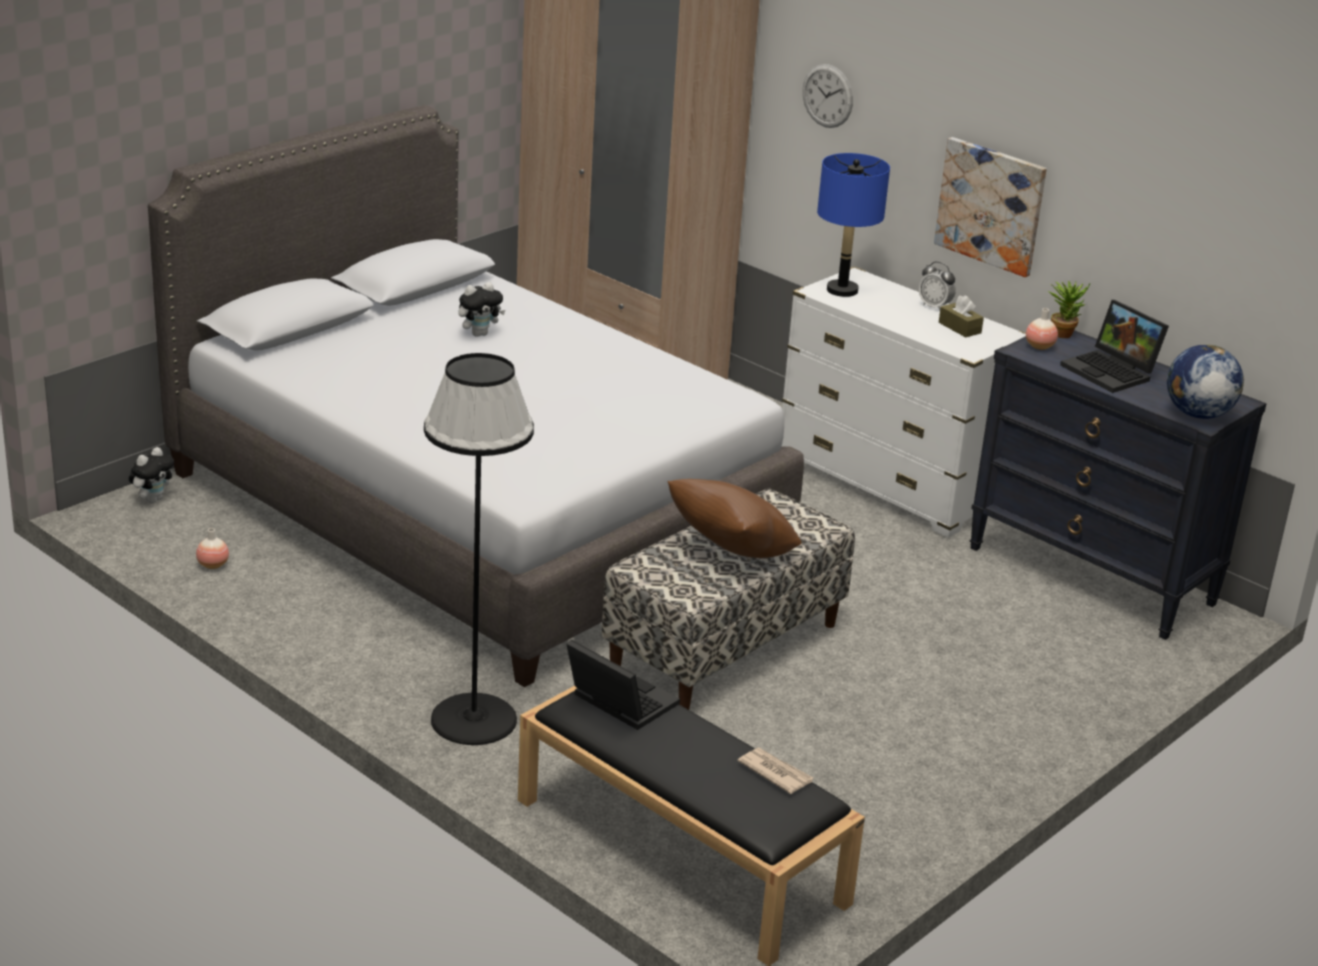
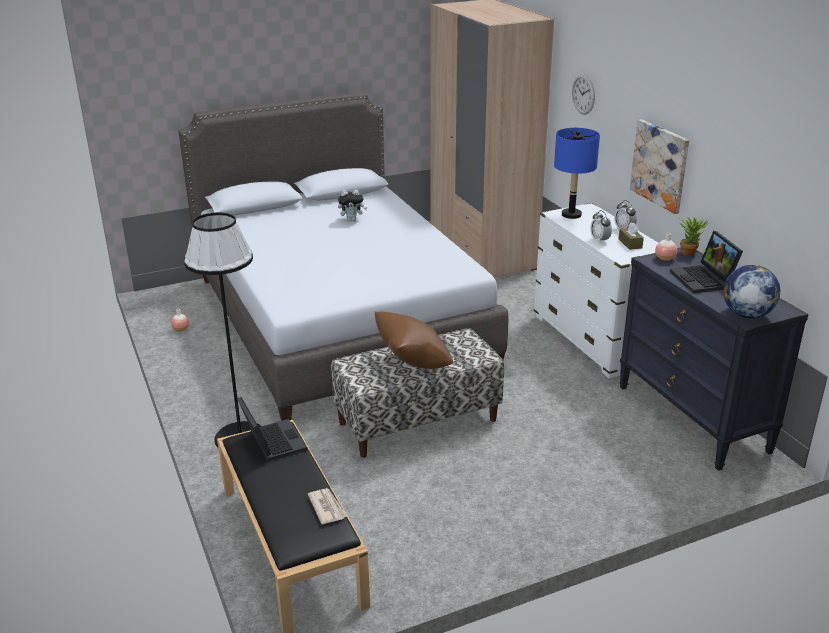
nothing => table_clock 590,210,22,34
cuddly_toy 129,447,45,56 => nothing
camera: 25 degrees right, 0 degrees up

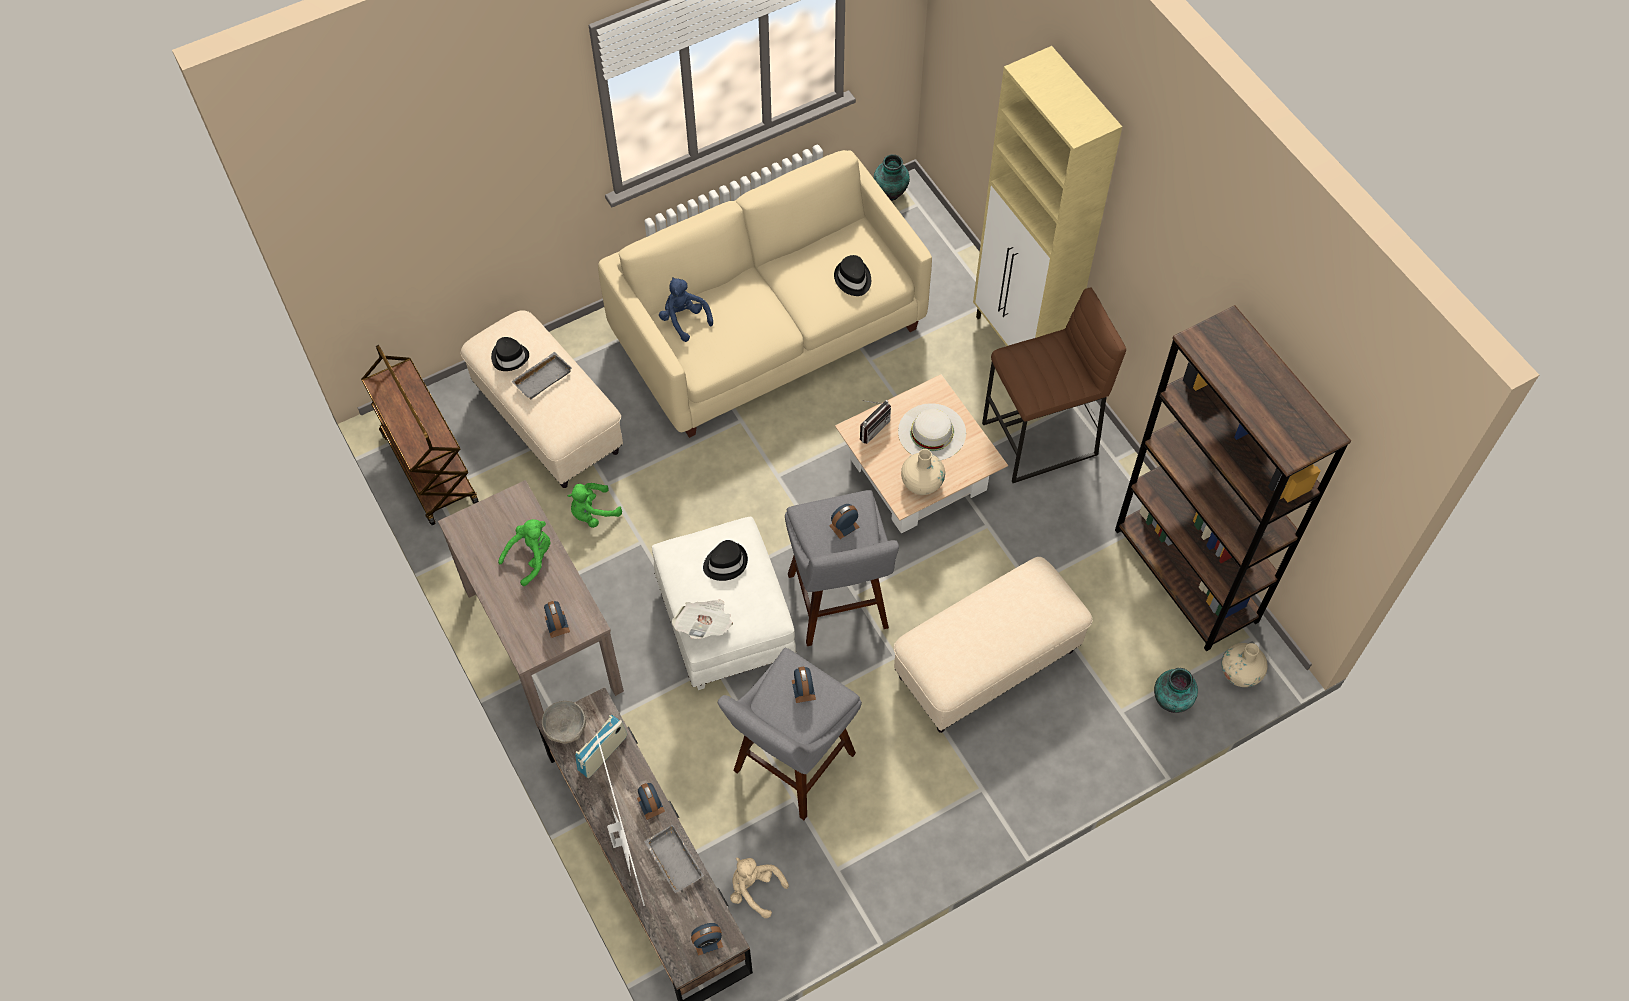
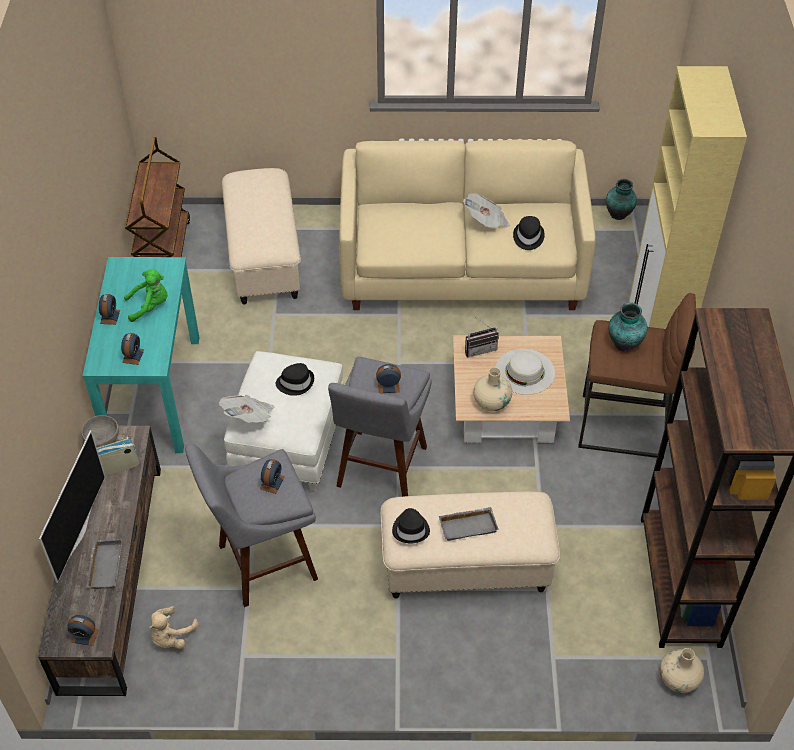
brownish_console_table 438,480,186,247 => turquoise_console_table 82,257,118,196
table_clock 637,783,28,37 => table_clock 99,294,21,31, move
sand-coloured_cuddly_toy 730,857,59,61 => sand-coloured_cuddly_toy 149,606,50,43, 120 degrees counterclockwise
blackish_clothing_hat 491,337,38,34 => blackish_clothing_hat 392,508,38,35, move
gray_tray 511,352,61,47 => gray_tray 439,507,60,34, move
nothing => daily_paper 463,193,47,36
flower_vase 1154,668,44,45 => flower_vase 608,303,39,48, move
greenish_cuddly_toy 568,483,54,45 => nothing
blue-coloured_cuddly_toy 659,277,54,65 => nothing
camera: 30 degrees right, 10 degrees down

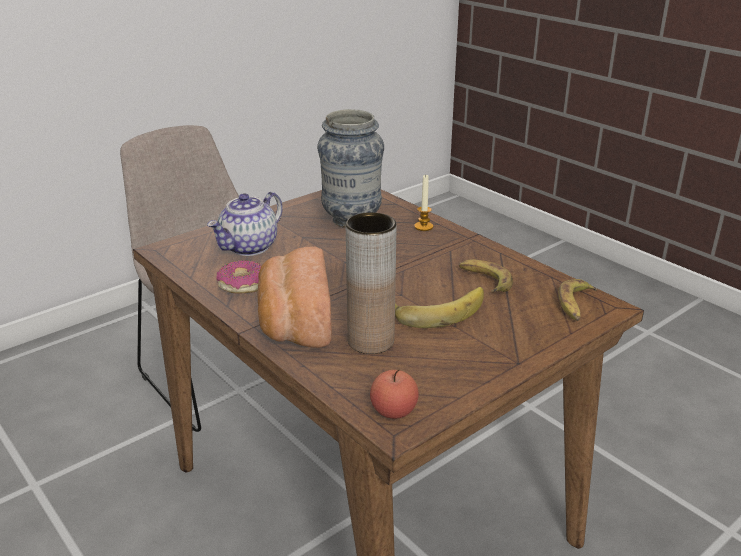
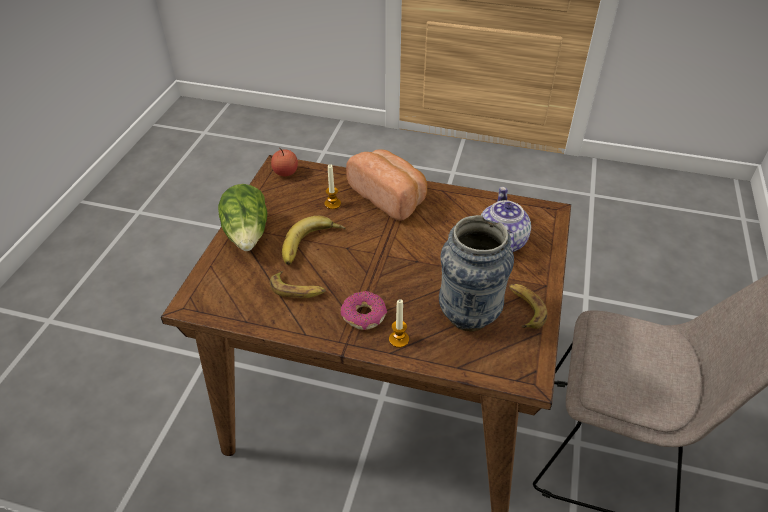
nothing => lettuce_head 218,184,49,67
brownish_flower_vase 346,212,51,142 => wax_candle 325,164,16,45
doughnut 216,260,46,34 => doughnut 341,291,46,39, move
whole_banana 558,279,39,42 => whole_banana 509,284,39,45, move
camera: 145 degrees right, 15 degrees up

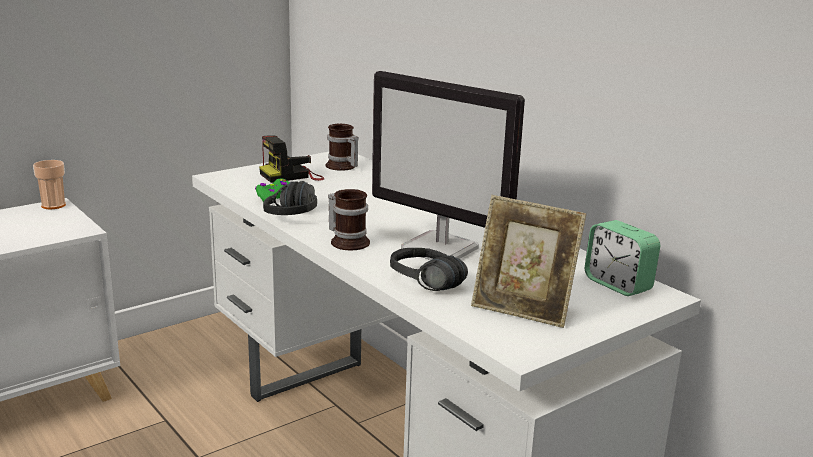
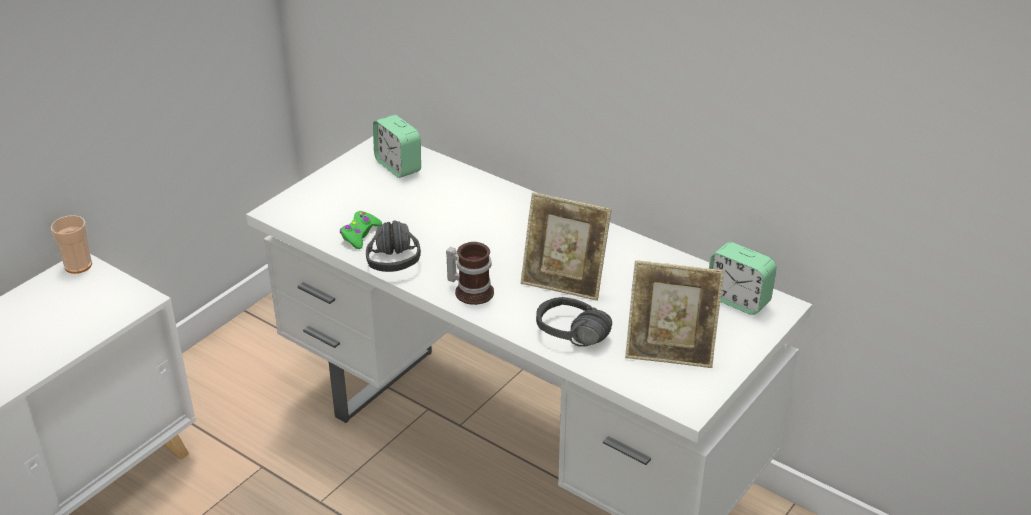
coffee_mug 326,124,33,47 => table_clock 373,115,48,63
monitor 372,71,153,189 => standing_frame 521,192,91,109
still_camera 259,135,65,48 => nothing
camera: 15 degrees left, 15 degrees up

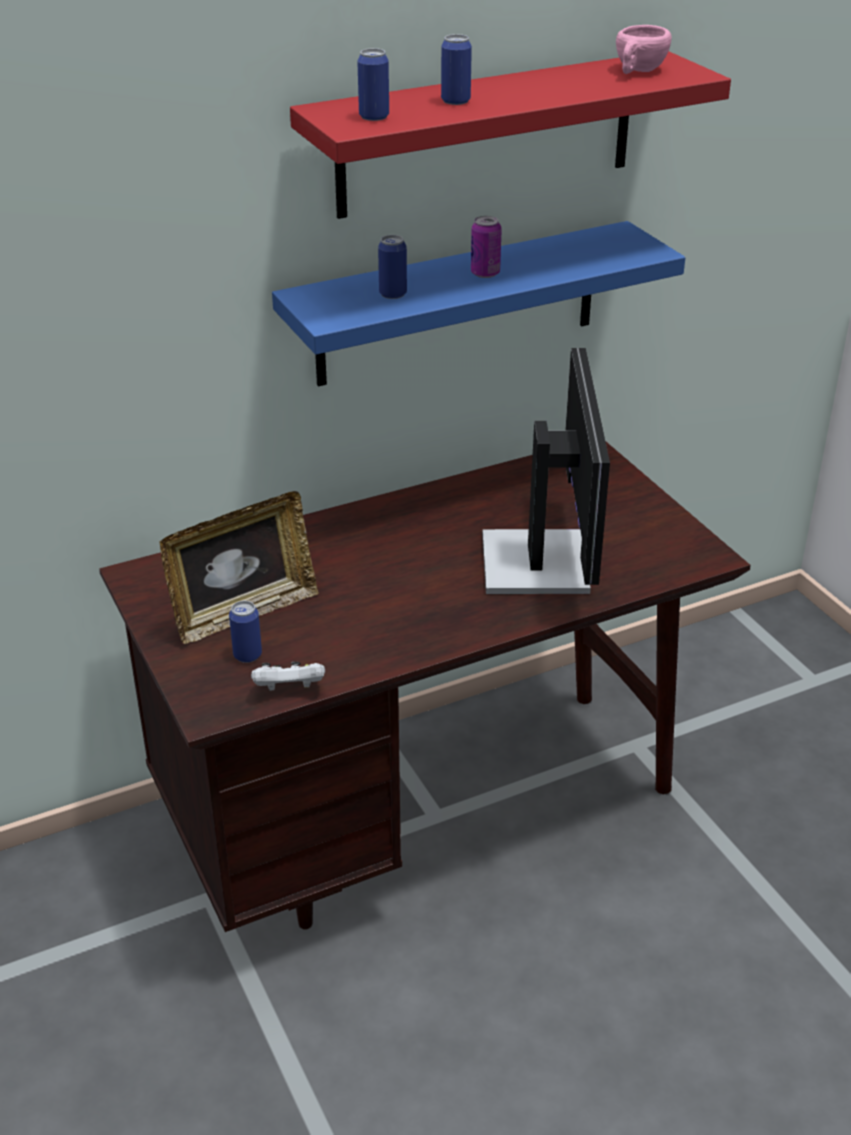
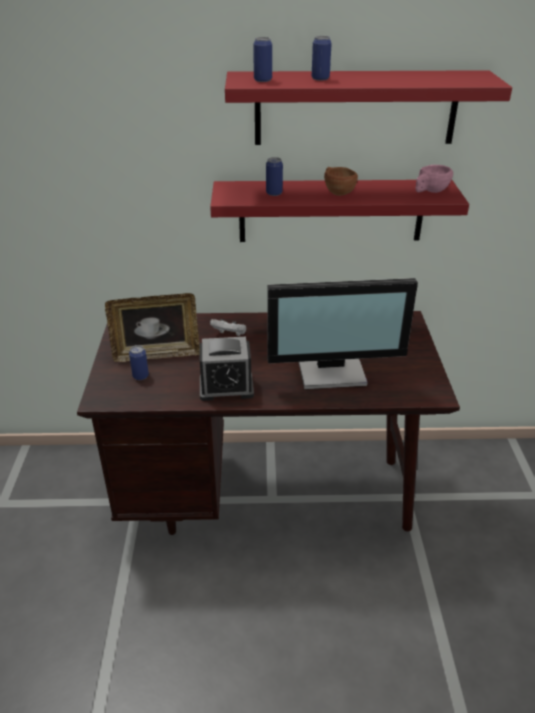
nothing => table_clock 199,337,55,64
blue-coloured_wall_shelf 272,221,413,165 => reddish_wall_shelf 210,180,259,62
whitish_gamepad 251,662,74,29 => whitish_gamepad 210,319,36,17, move
monitor 482,348,128,246 => monitor 267,278,151,111, 60 degrees clockwise
metal_can 471,216,31,62 => brownish_drinking_cup 324,167,34,29
pink-coloured_drinking_cup 616,25,56,49 => pink-coloured_drinking_cup 416,165,37,28, move
camera: 25 degrees right, 0 degrees up

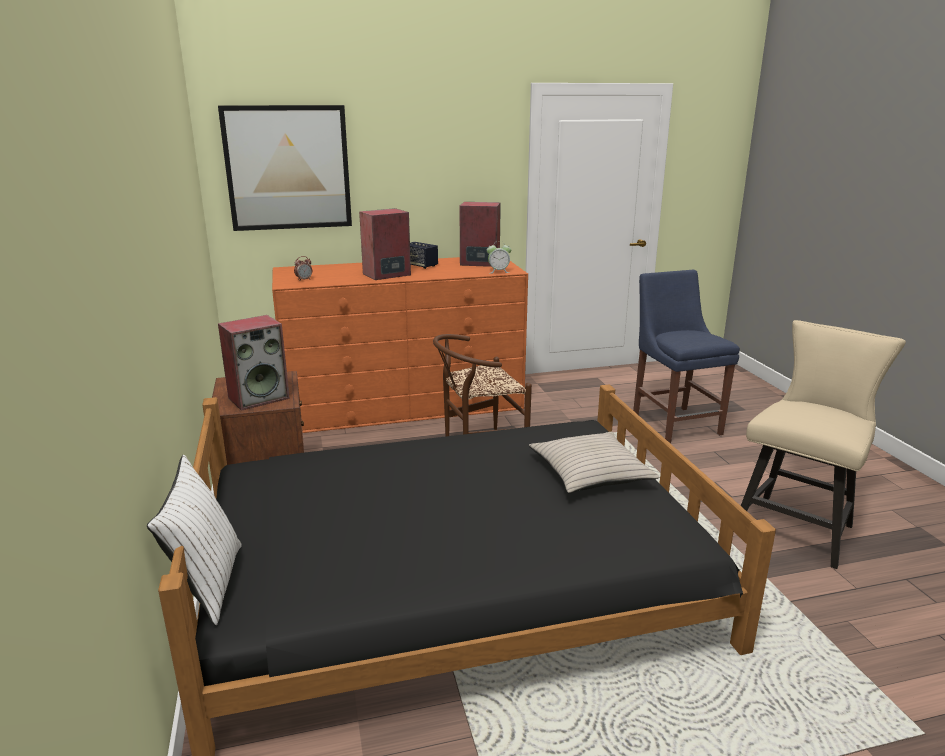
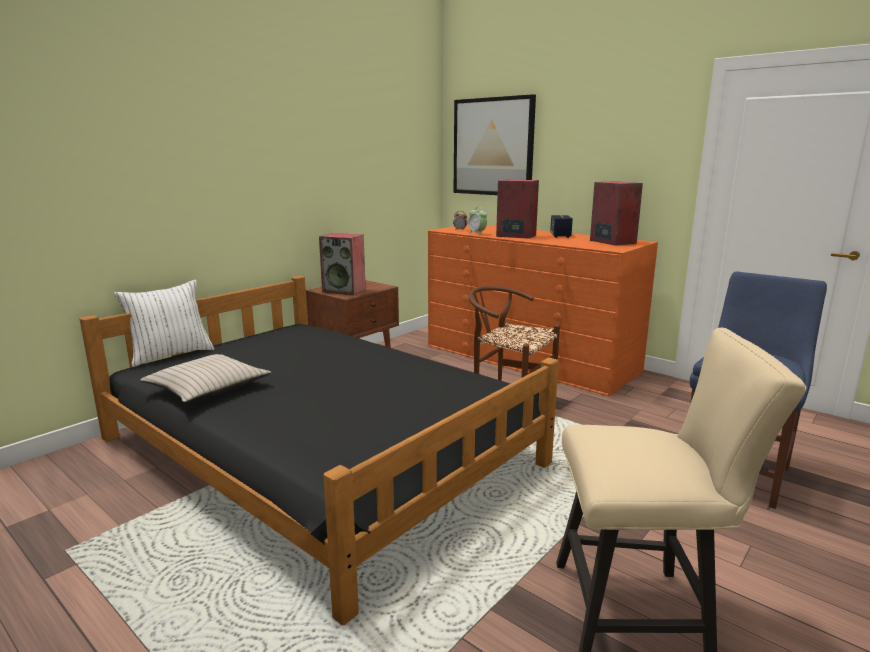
sand-coloured_cushion 529,432,130,61 => sand-coloured_cushion 140,354,131,49, move
table_clock 487,241,24,32 => table_clock 468,208,19,27, move
camera: 55 degrees right, 5 degrees down

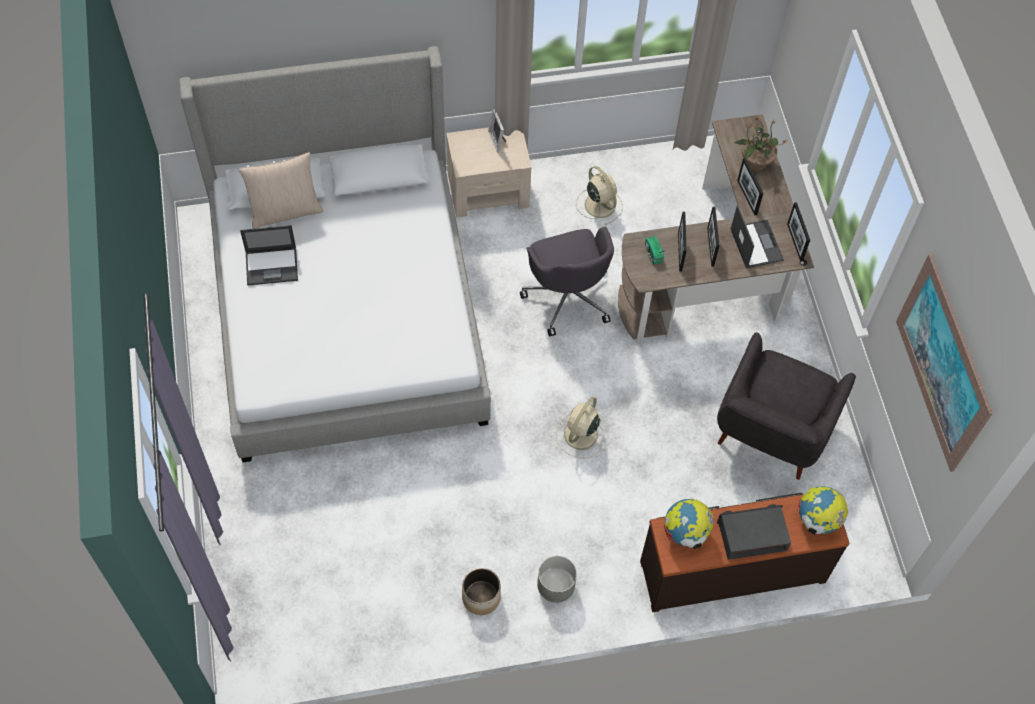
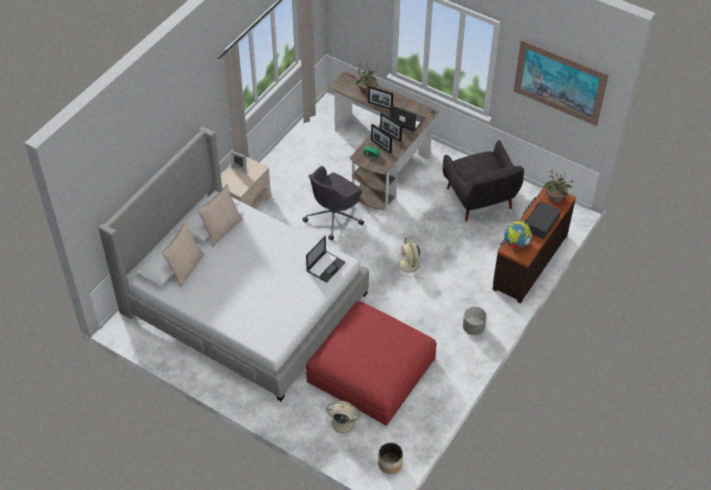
nothing => sand-coloured_cushion 197,184,46,62
gray_office_chair 520,227,94,109 => gray_office_chair 302,166,62,75, 105 degrees clockwise
laptop 240,225,58,61 => laptop 306,235,39,48, move
nothing => reddish_pouffe 306,301,131,125
sand-coloured_fan 576,166,47,60 => sand-coloured_fan 326,401,34,36, move
planter 462,568,39,47 => planter 378,442,25,32, move
world_globe 797,486,51,49 => houseplant 543,171,31,32
standing_frame 787,202,23,59 => nothing
camera: 45 degrees left, 10 degrees down

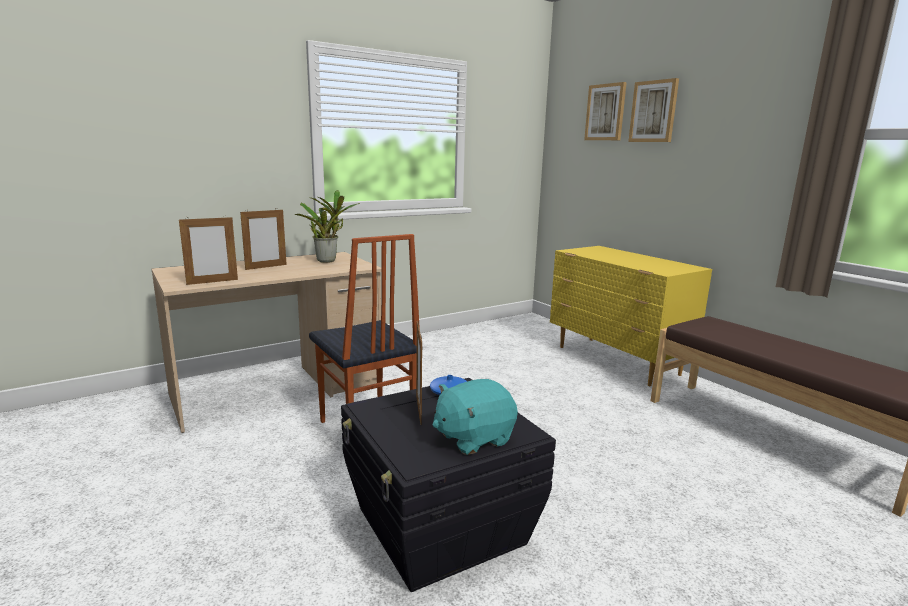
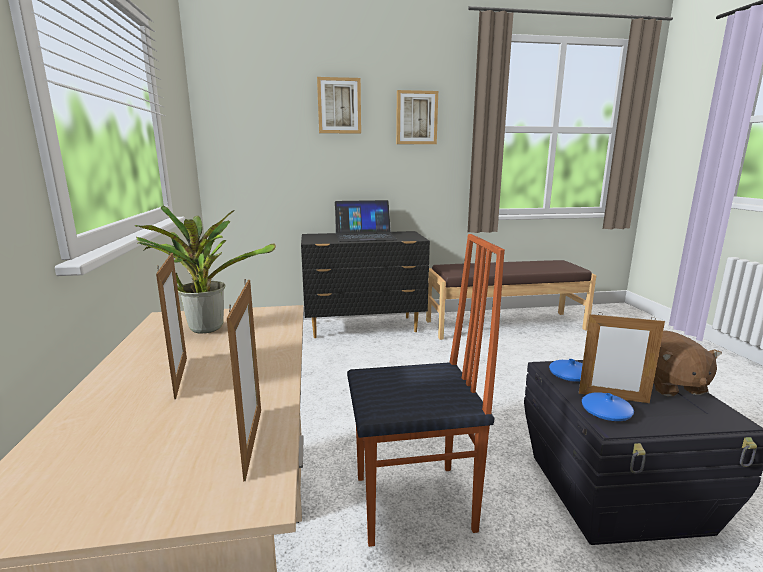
yellow_chest_of_drawers 550,246,162,140 => blackish_chest_of_drawers 301,231,129,107
nothing => laptop 335,200,62,42
wall_picture 584,82,43,58 => wall_picture 396,90,42,54, move
nothing => blue-coloured_flower_vase 582,392,52,29
turquoise_cuddly_toy 433,379,85,76 => brownish_cuddly_toy 653,330,69,66
camera: 65 degrees left, 0 degrees up

